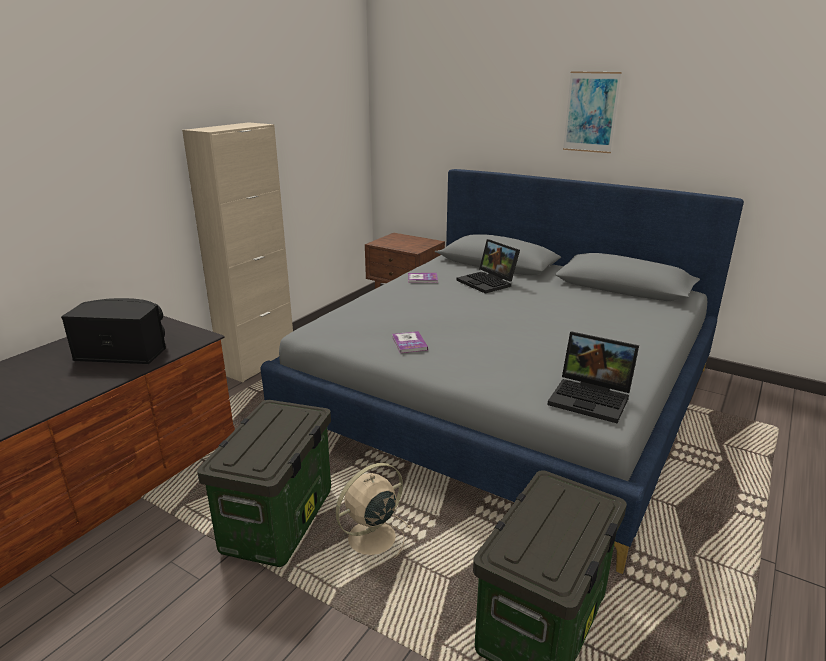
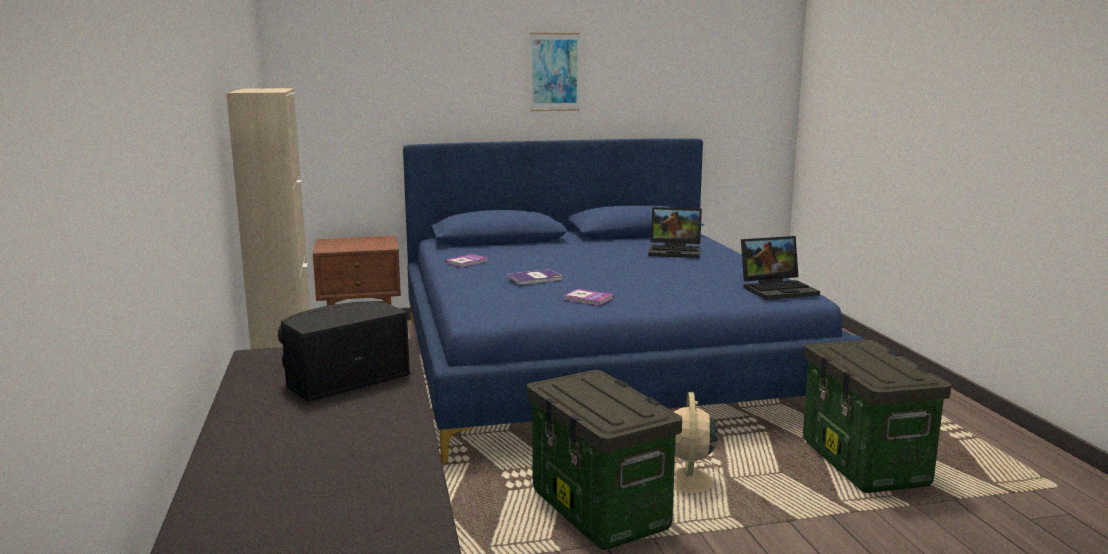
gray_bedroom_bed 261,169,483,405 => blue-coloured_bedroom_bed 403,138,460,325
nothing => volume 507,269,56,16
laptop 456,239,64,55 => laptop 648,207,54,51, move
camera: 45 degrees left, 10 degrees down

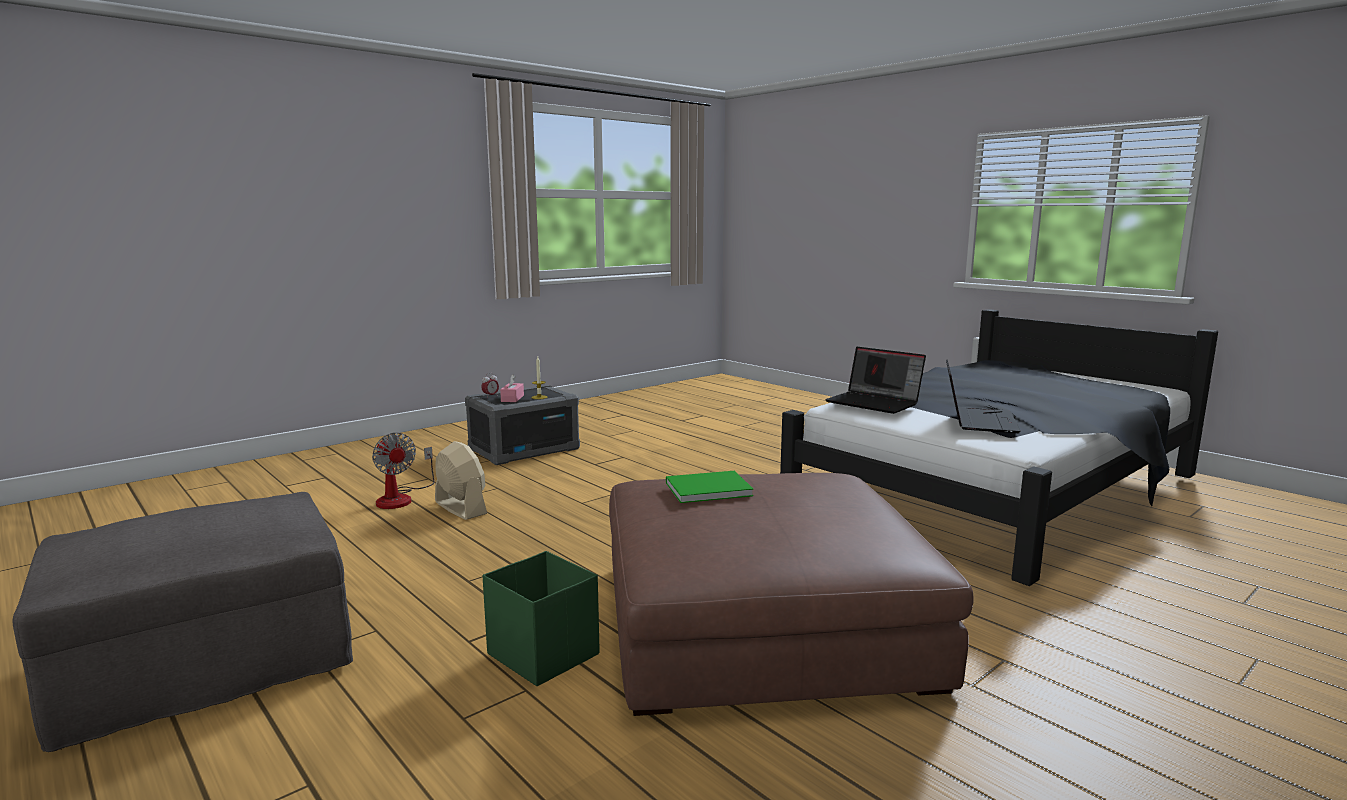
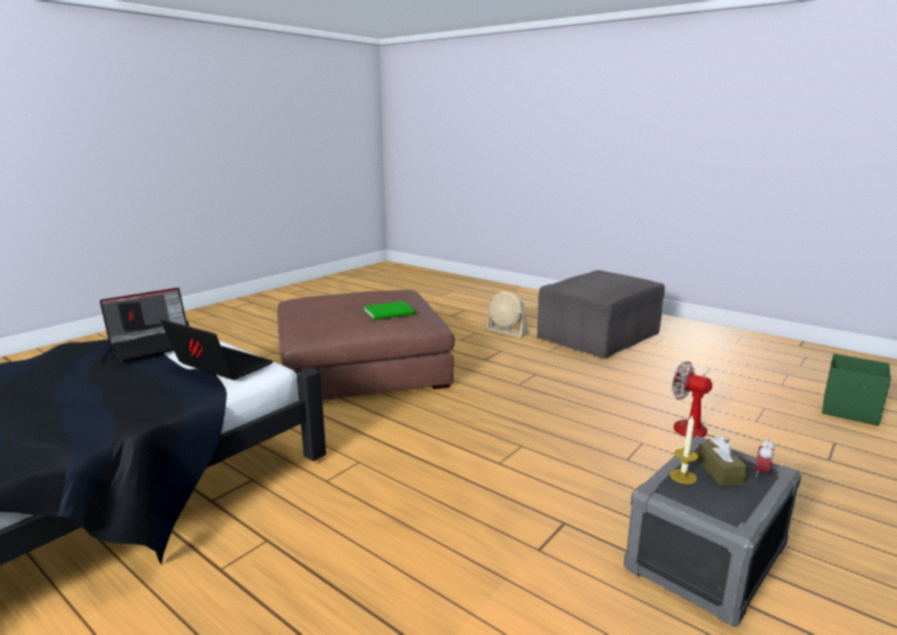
laptop 946,359,74,74 => laptop 100,288,87,74, 135 degrees counterclockwise
sand-coloured_fan 435,441,52,79 => sand-coloured_fan 486,291,43,47, move
pink-coloured_tissue_holder 500,374,24,28 => brownish_tissue_holder 697,436,51,50
greenish_storage_container 483,551,117,135 => greenish_storage_container 822,354,69,72, move
camera: 170 degrees right, 5 degrees up

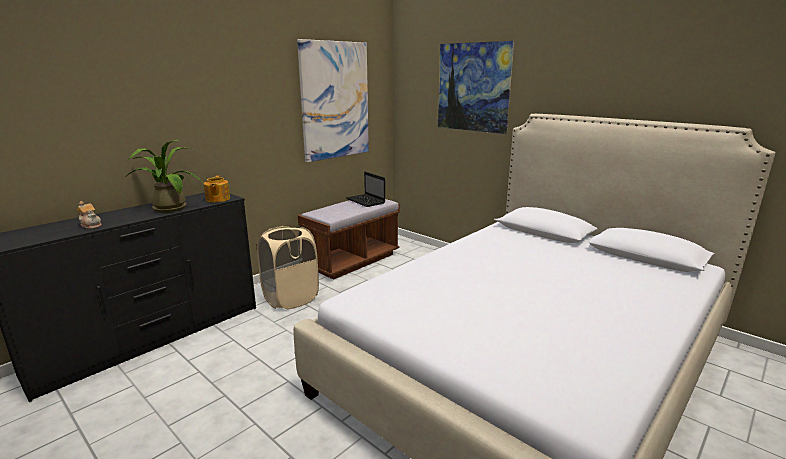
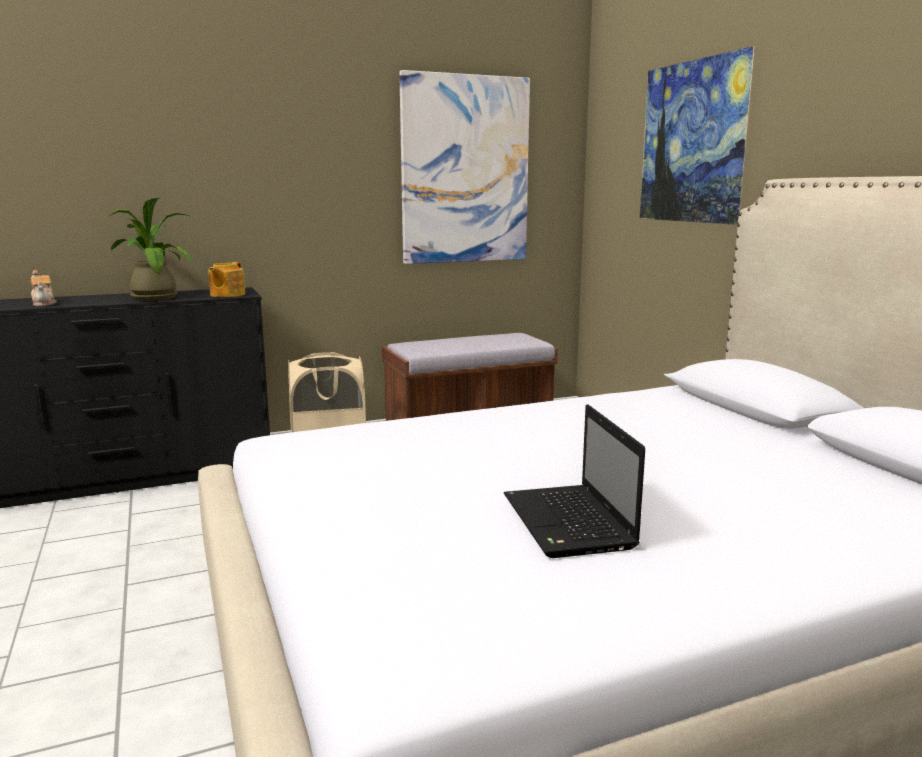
laptop 346,172,39,35 => laptop 504,405,141,153, move
camera: 25 degrees right, 5 degrees down

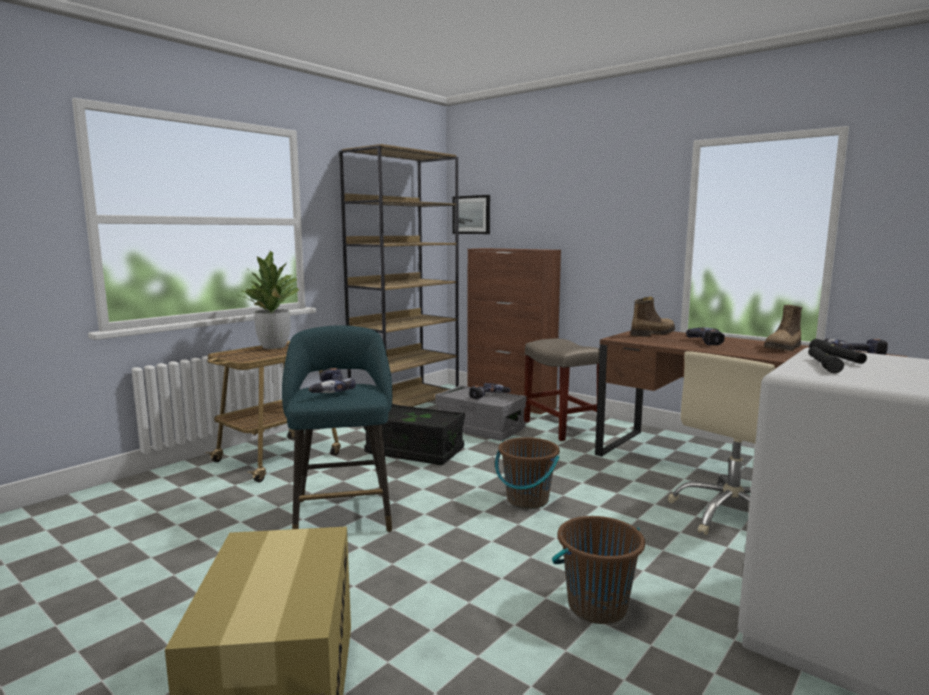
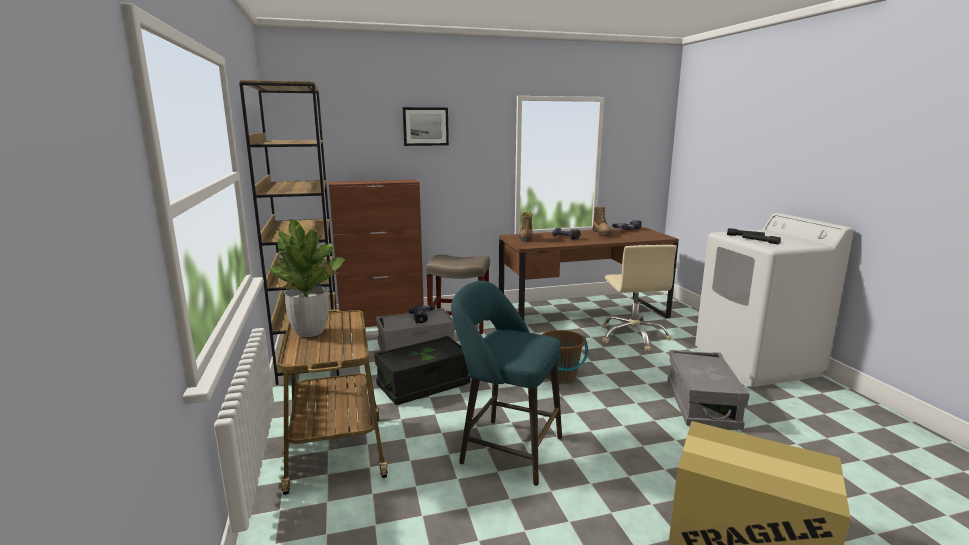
wall_picture 452,195,38,39 => wall_picture 403,107,46,39, move
brownish_water_bucket 552,516,93,108 => gray_storage_container 668,350,82,80
electric_drill 308,368,48,25 => nothing
camera: 55 degrees left, 5 degrees up

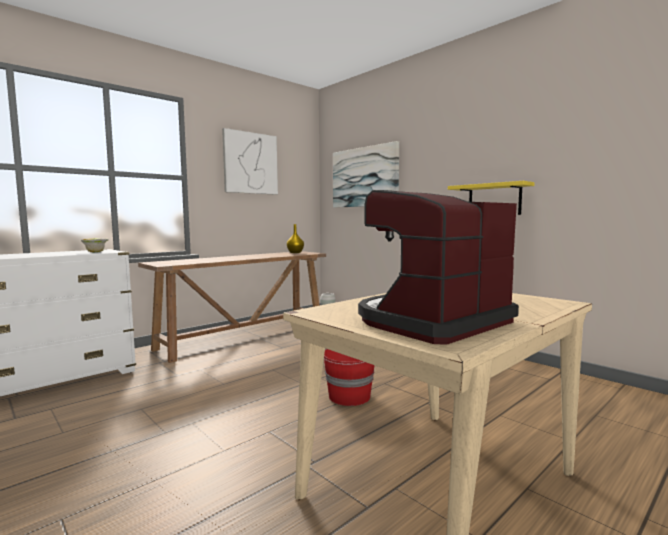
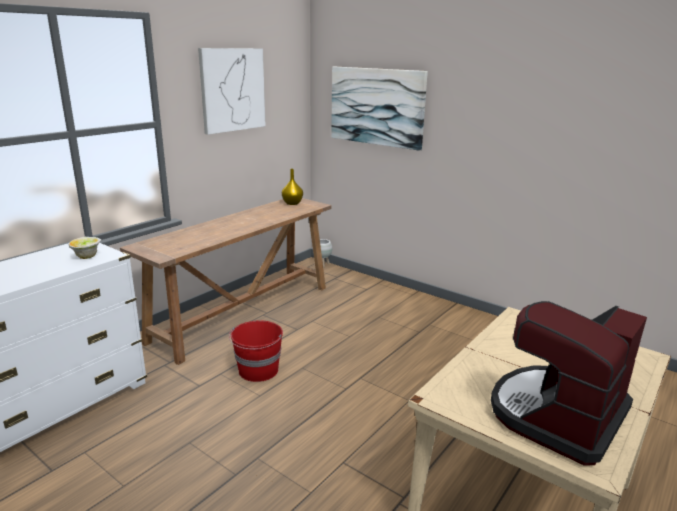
reddish_water_bucket 324,348,50,58 => reddish_water_bucket 229,320,54,62, move
yellow_wall_shelf 448,181,87,34 => nothing
camera: 10 degrees left, 15 degrees up

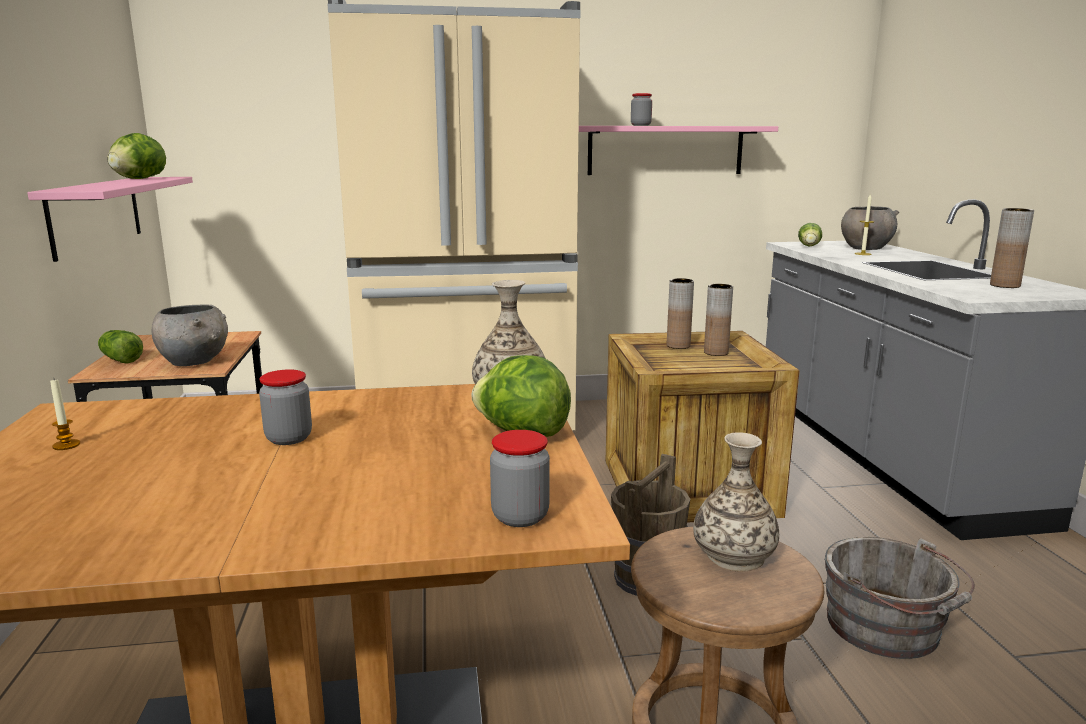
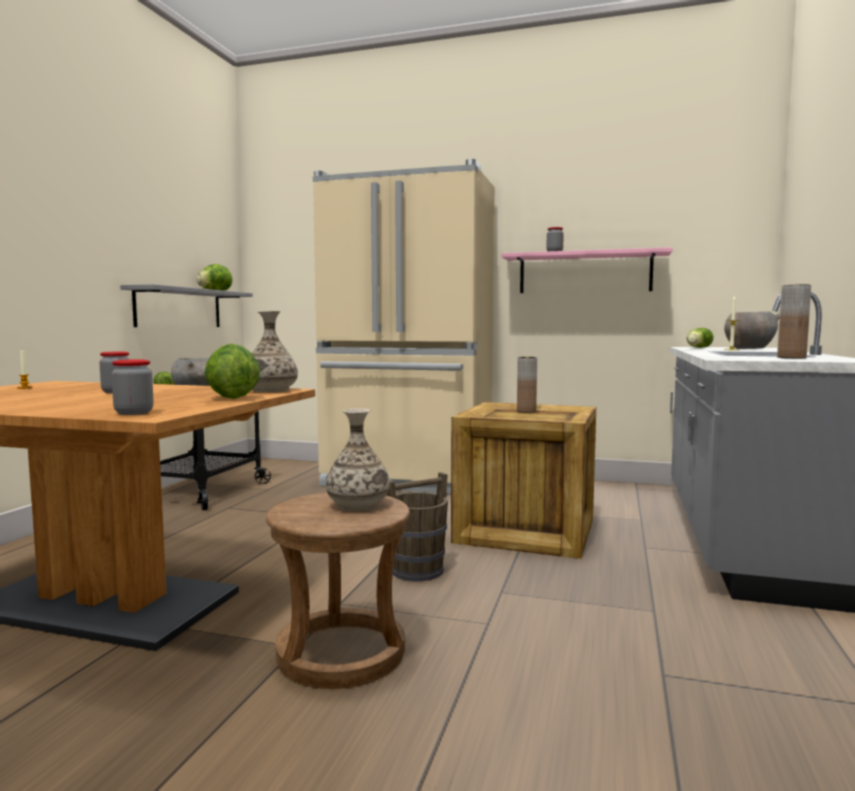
pink-coloured_wall_shelf 27,177,166,85 => gray_wall_shelf 120,284,133,43
brownish_flower_vase 704,284,29,72 => nothing
gray_water_bucket 824,537,151,122 => nothing
camera: 25 degrees right, 10 degrees down

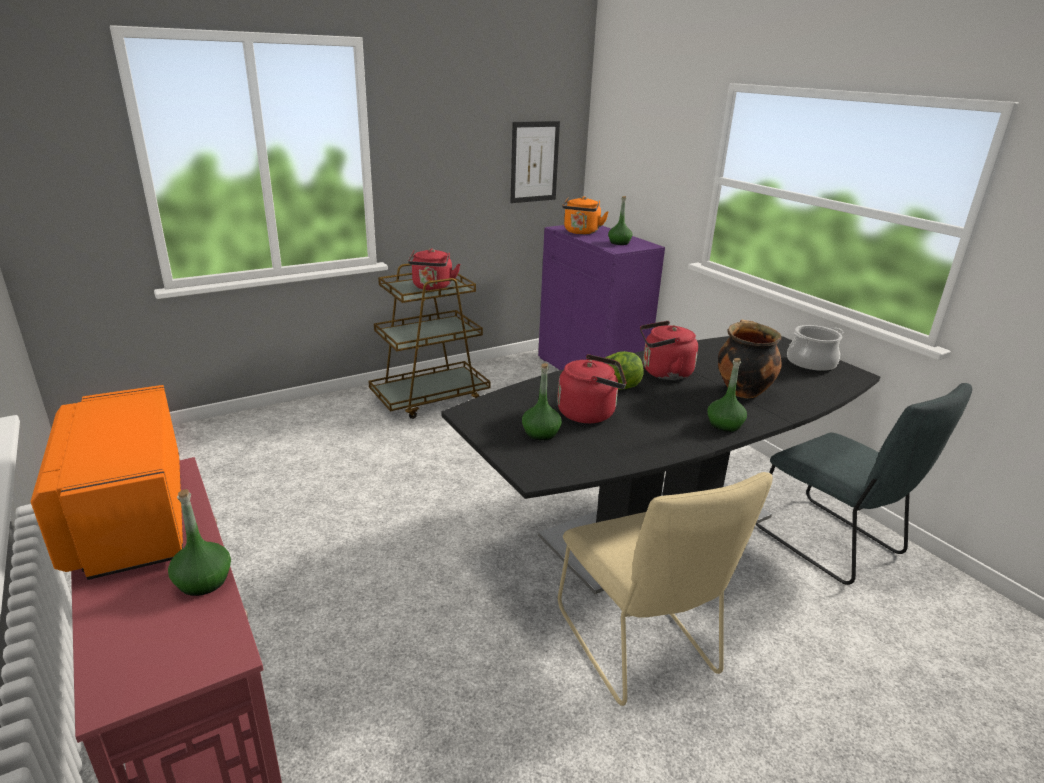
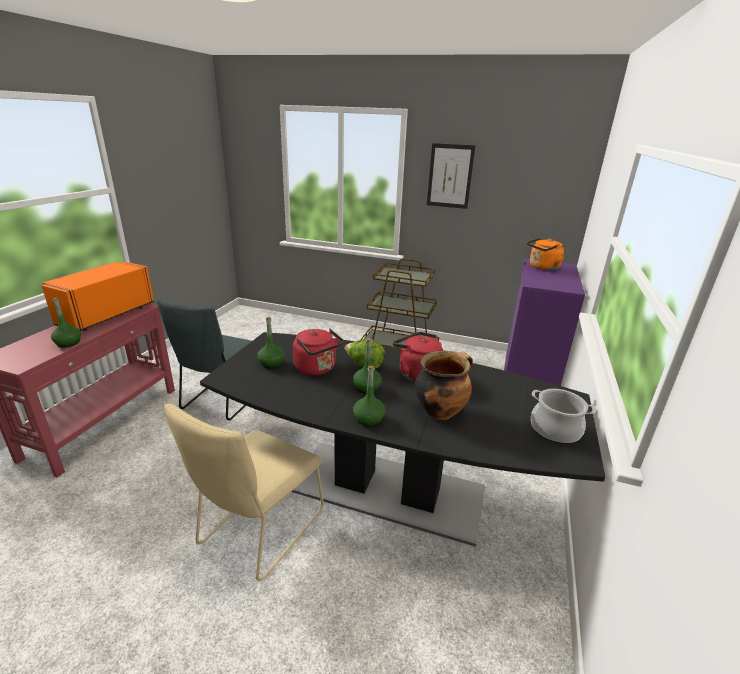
gray_plain_chair 756,383,216,202 => gray_plain_chair 157,299,95,122, move
greenish_bottle 608,196,24,49 => greenish_bottle 353,338,29,56, move
wall_picture 511,121,49,82 => wall_picture 427,143,48,66, move
reddish_tea_kettle 408,248,52,42 => nothing
camera: 50 degrees right, 0 degrees up

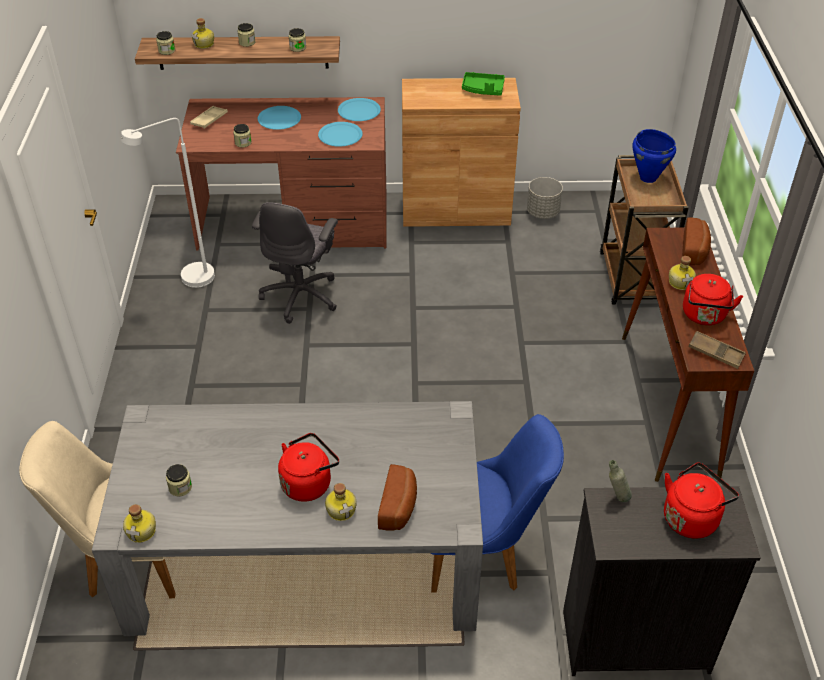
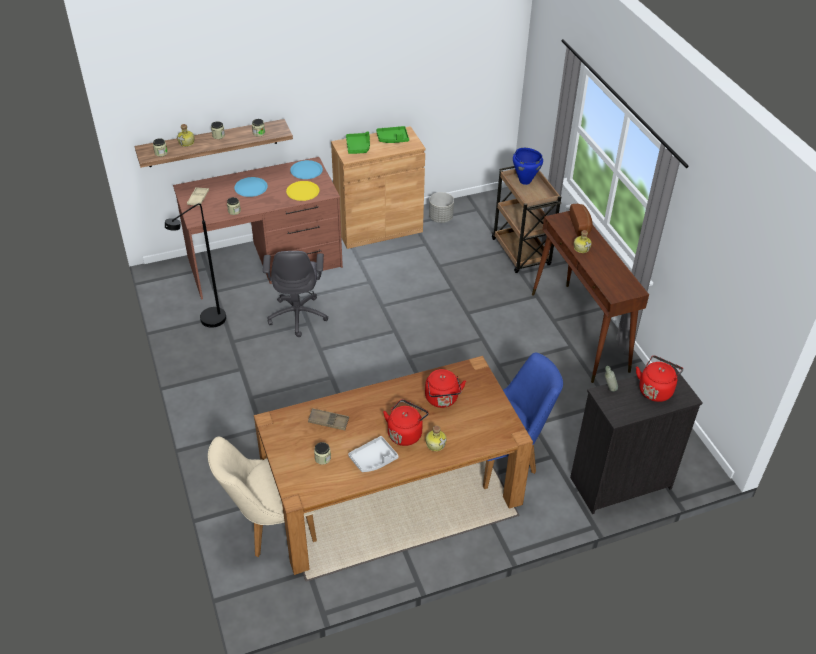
whitish_floor_lamp 121,118,94,170 => blackish_floor_lamp 165,203,61,125
gray_kitchen_table 92,401,391,235 => brownish_kitchen_table 254,356,279,219
blue-coloured_plate 318,122,45,25 => yellow_plate 286,181,34,20
brownish_tray 688,331,58,38 => brownish_tray 308,408,41,23, move
nothing => greenish_tray 346,131,24,23
nothing => gray_tray 348,436,51,36
reddish_tea_kettle 683,274,60,51 => reddish_tea_kettle 425,369,41,39, move
bottle 123,504,33,39 => nothing
baked_bread 378,464,39,67 => nothing
camera: 20 degrees left, 0 degrees up

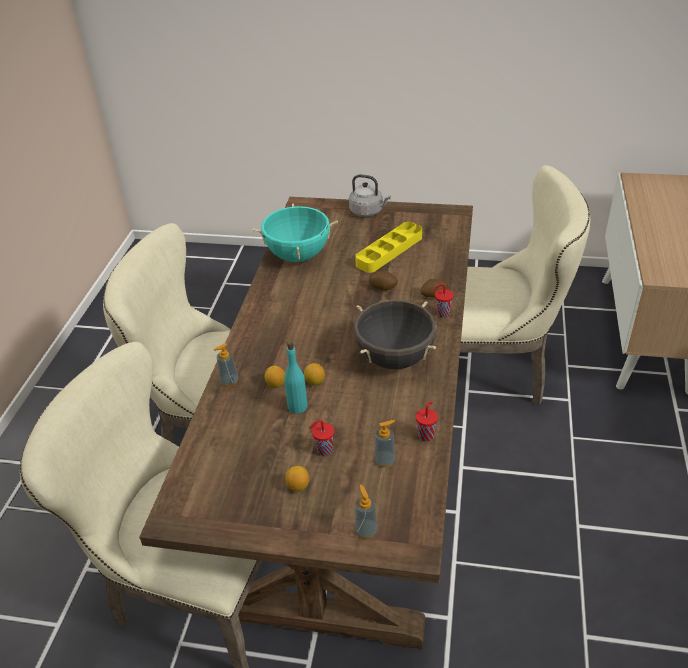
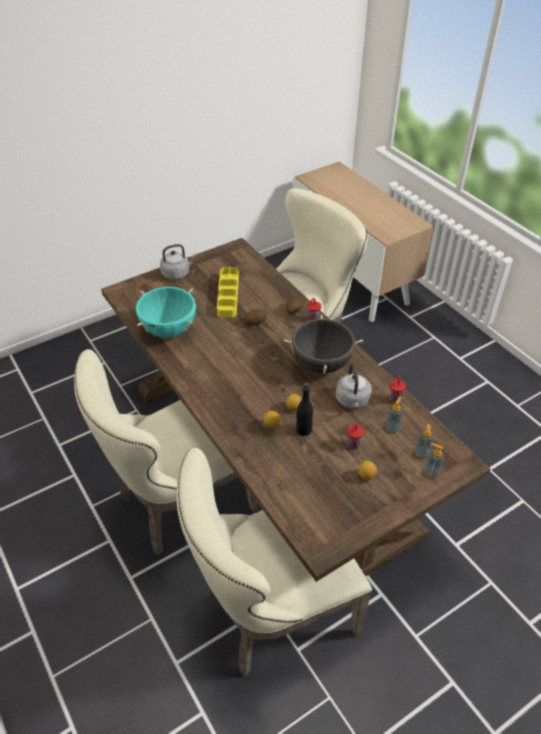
turquoise_bottle 284,341,23,73 => blackish_bottle 296,383,17,53
nothing => gray_tea_kettle 336,364,36,45
liquid_soap_bottle 214,343,24,44 => liquid_soap_bottle 414,424,20,35, move
camera: 45 degrees left, 5 degrees up

